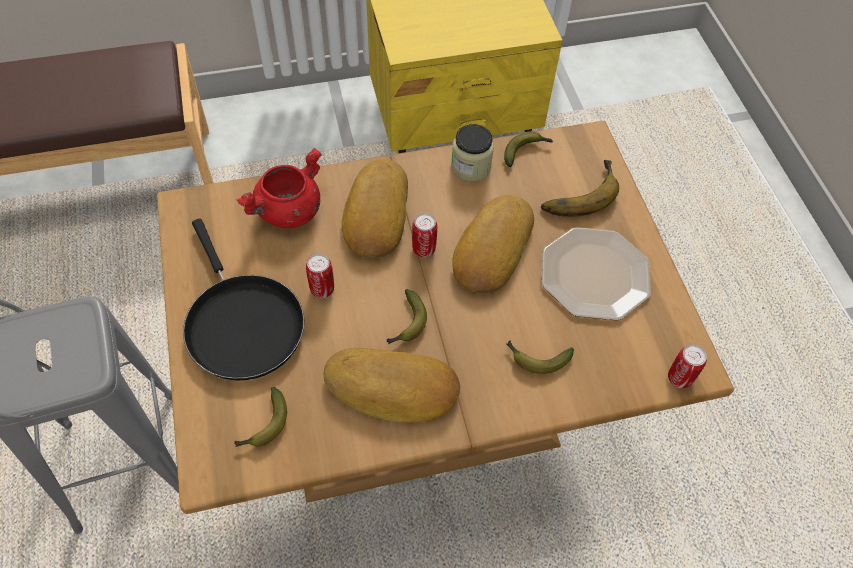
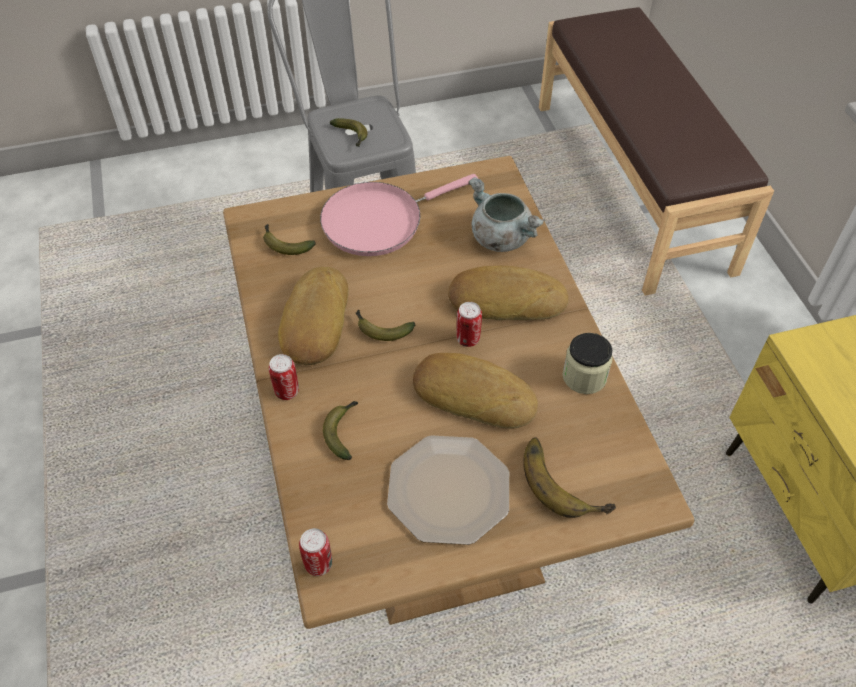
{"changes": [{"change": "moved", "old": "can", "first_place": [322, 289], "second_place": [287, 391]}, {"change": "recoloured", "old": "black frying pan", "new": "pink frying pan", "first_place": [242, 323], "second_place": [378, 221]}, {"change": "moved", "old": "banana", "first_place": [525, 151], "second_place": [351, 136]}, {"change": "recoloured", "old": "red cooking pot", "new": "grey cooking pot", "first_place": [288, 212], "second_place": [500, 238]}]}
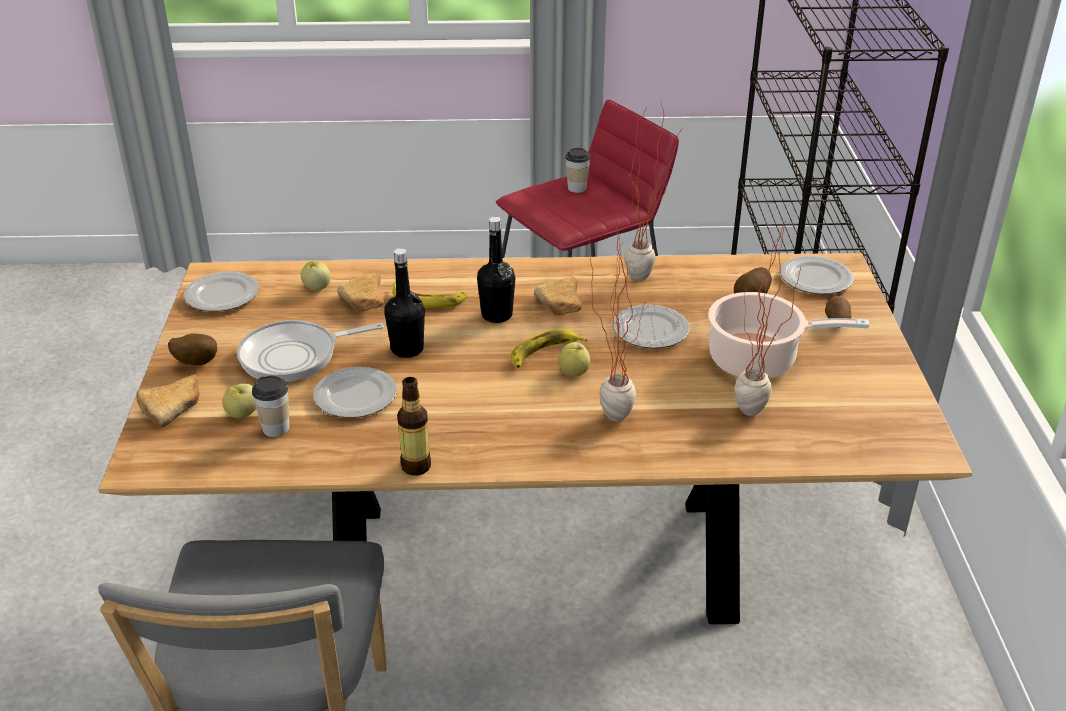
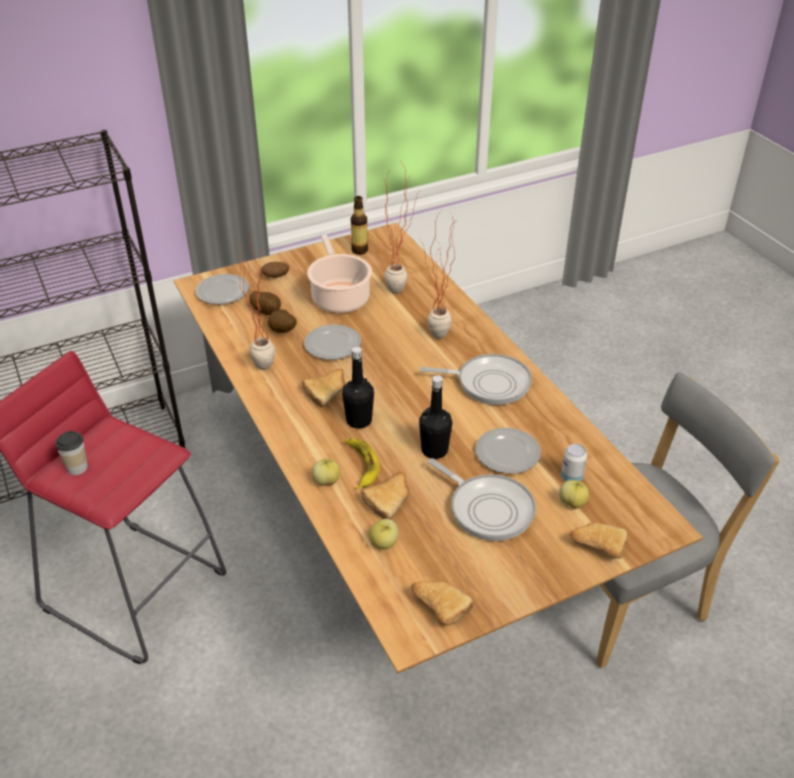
{"changes": [{"change": "moved", "old": "potato", "first_place": [196, 362], "second_place": [282, 332]}, {"change": "moved", "old": "apple", "first_place": [574, 372], "second_place": [326, 481]}, {"change": "moved", "old": "bottle", "first_place": [416, 466], "second_place": [359, 250]}, {"change": "replaced", "old": "plate", "new": "bread", "first_place": [221, 296], "second_place": [439, 606]}, {"change": "added", "new": "frying pan", "second_place": [488, 383]}, {"change": "replaced", "old": "cup", "new": "can", "first_place": [276, 428], "second_place": [571, 477]}, {"change": "removed", "old": "banana", "first_place": [544, 353]}]}
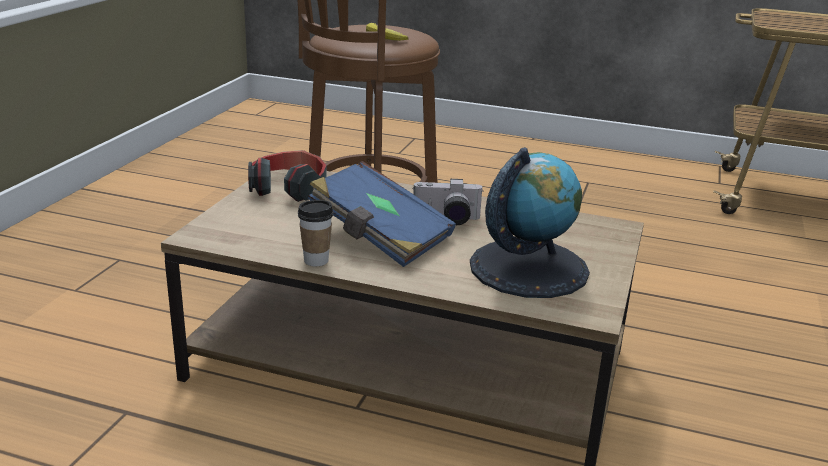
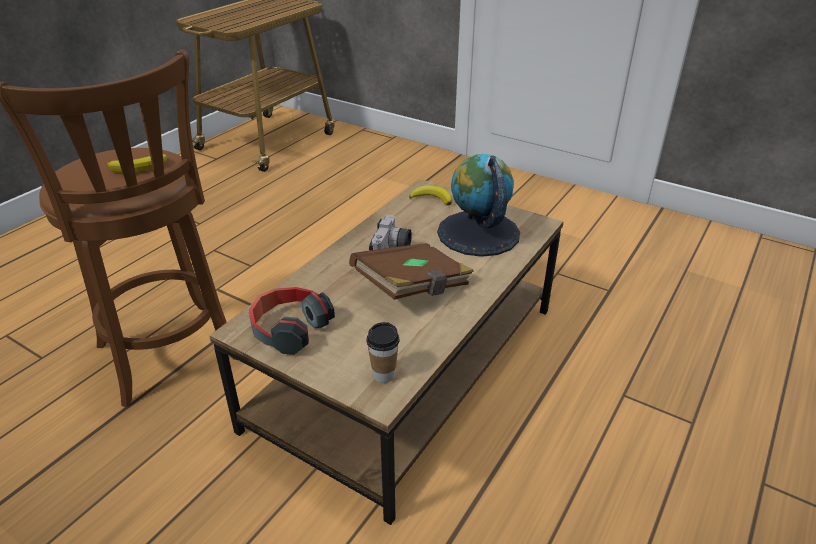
{"changes": [{"change": "recoloured", "old": "blue book", "new": "brown book", "first_place": [380, 237], "second_place": [413, 288]}, {"change": "moved", "old": "cup", "first_place": [316, 260], "second_place": [384, 375]}, {"change": "added", "new": "banana", "second_place": [432, 198]}]}
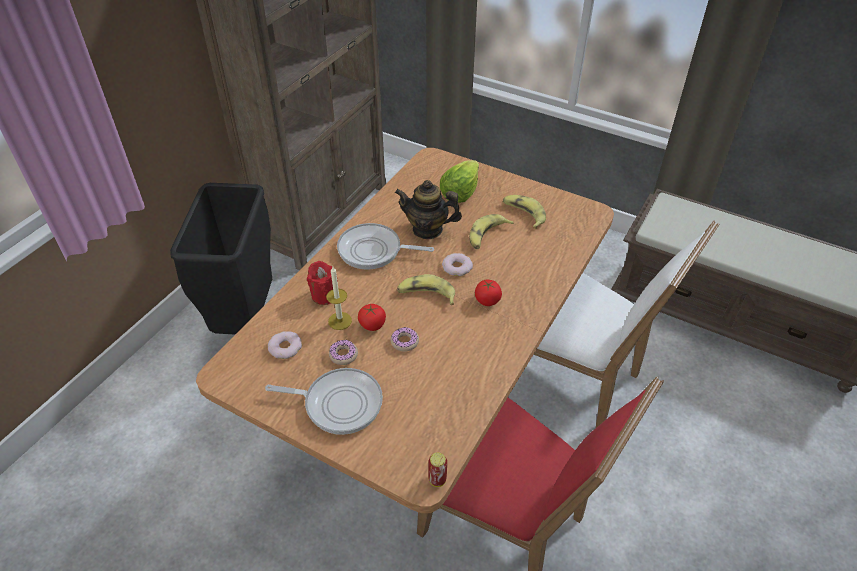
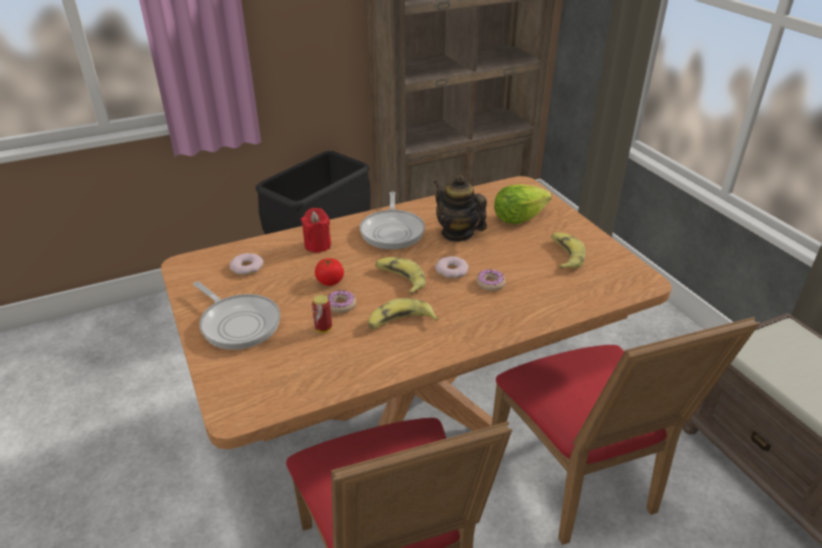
{"changes": [{"change": "moved", "old": "can", "first_place": [437, 479], "second_place": [323, 329]}, {"change": "turned", "old": "frying pan", "first_place": [373, 251], "second_place": [392, 231], "degrees": -135}, {"change": "moved", "old": "banana", "first_place": [487, 236], "second_place": [400, 322]}, {"change": "moved", "old": "donut", "first_place": [343, 355], "second_place": [490, 284]}, {"change": "recoloured", "old": "white chair", "new": "red chair", "first_place": [578, 380], "second_place": [579, 482]}, {"change": "removed", "old": "candle", "first_place": [340, 321]}, {"change": "removed", "old": "tomato", "first_place": [487, 300]}]}
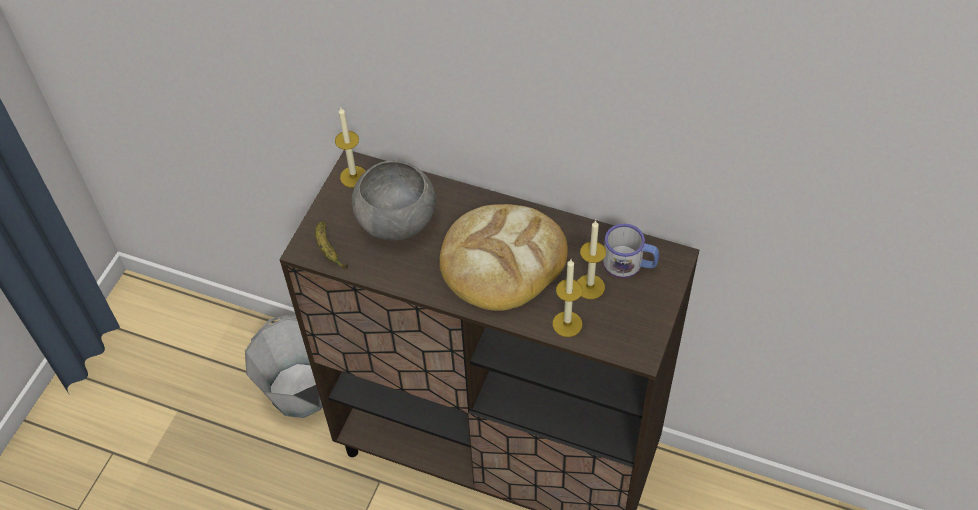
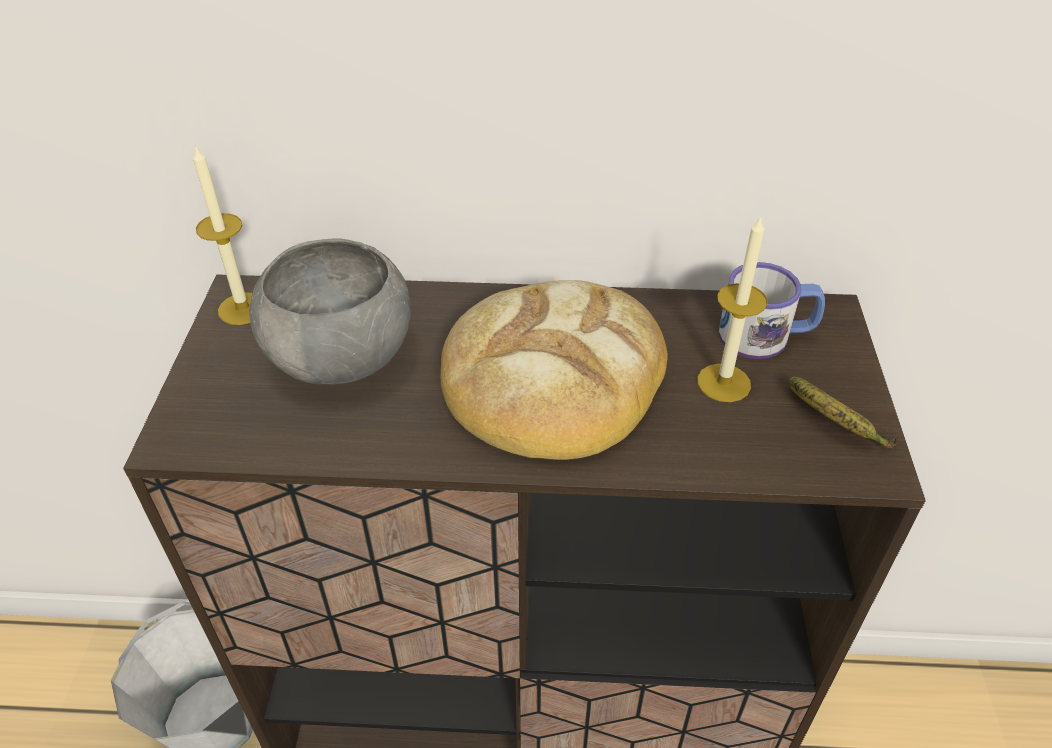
{"changes": [{"change": "moved", "old": "banana", "first_place": [329, 250], "second_place": [833, 424]}, {"change": "removed", "old": "candle", "first_place": [567, 324]}]}
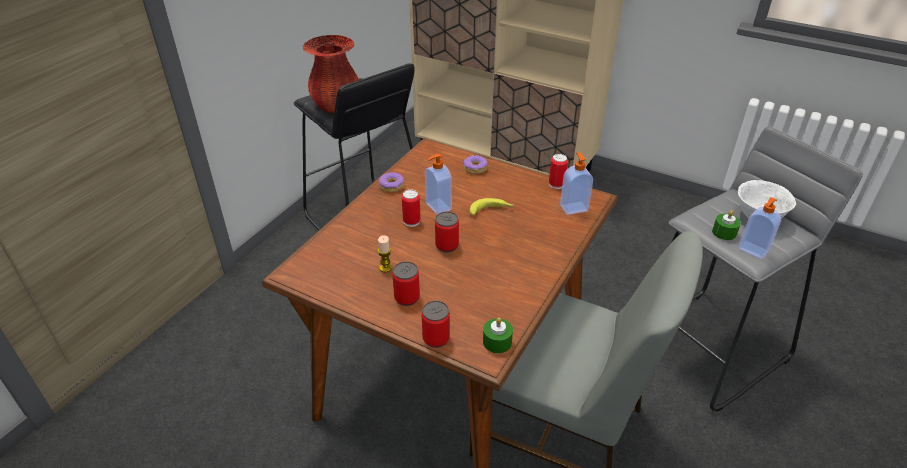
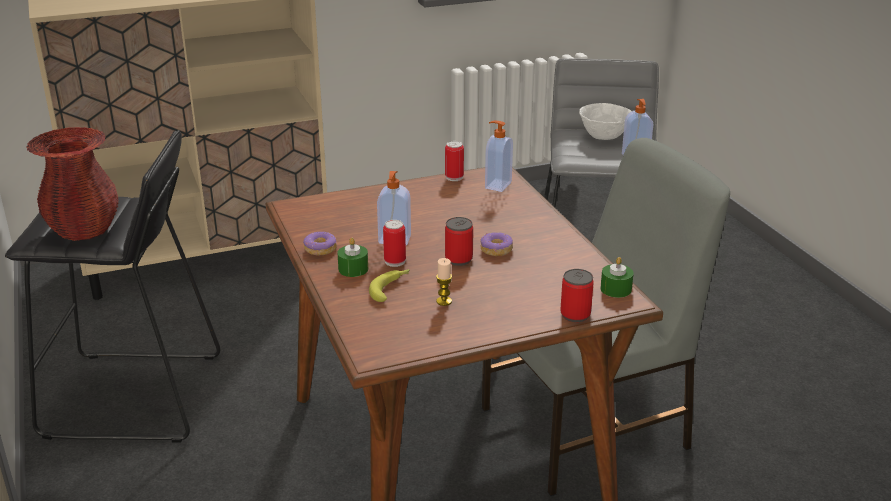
{"changes": [{"change": "moved", "old": "green candle", "first_place": [724, 232], "second_place": [353, 269]}, {"change": "moved", "old": "banana", "first_place": [491, 210], "second_place": [391, 288]}, {"change": "moved", "old": "donut", "first_place": [475, 168], "second_place": [496, 250]}, {"change": "removed", "old": "can", "first_place": [407, 297]}]}
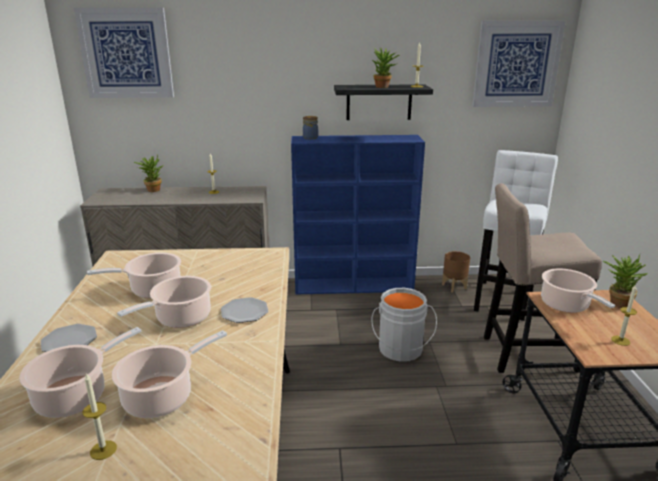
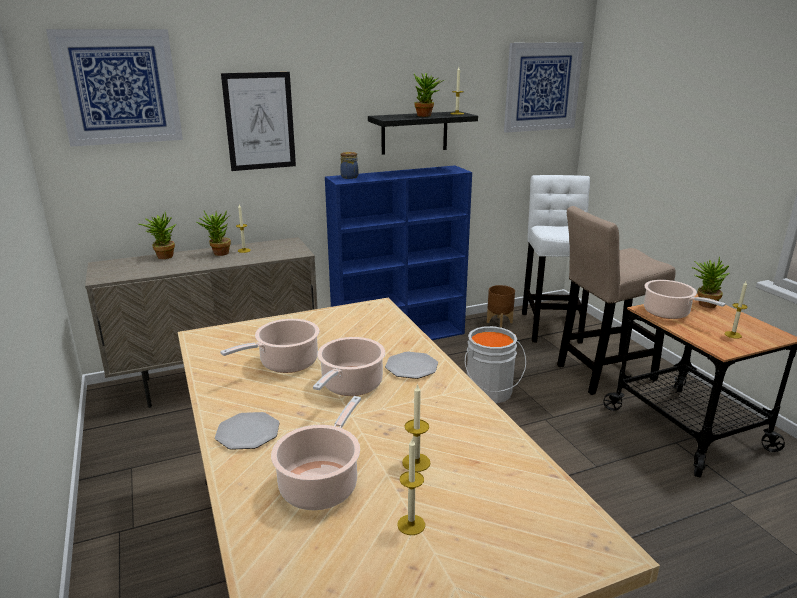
{"changes": [{"change": "added", "new": "potted plant", "second_place": [218, 254]}, {"change": "added", "new": "picture", "second_place": [259, 121]}, {"change": "replaced", "old": "cooking pot", "new": "candle", "first_place": [162, 396], "second_place": [416, 462]}]}
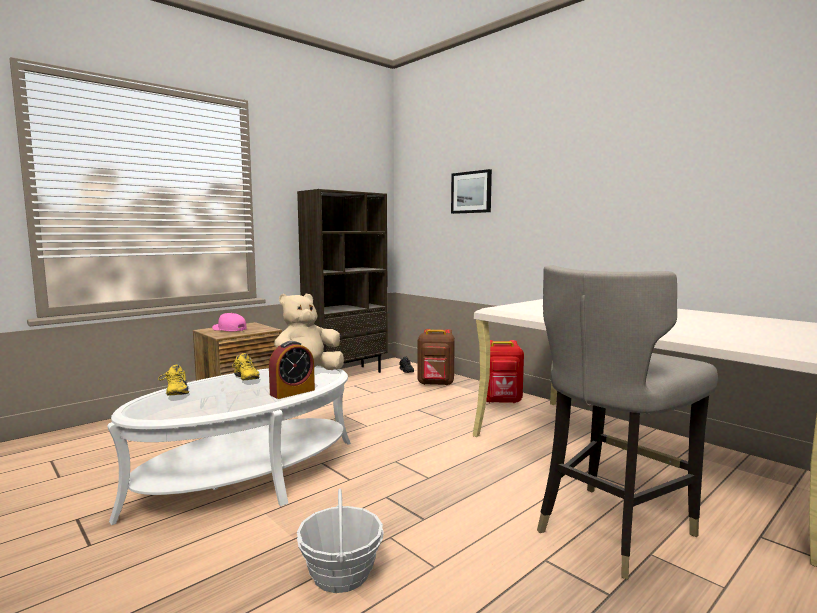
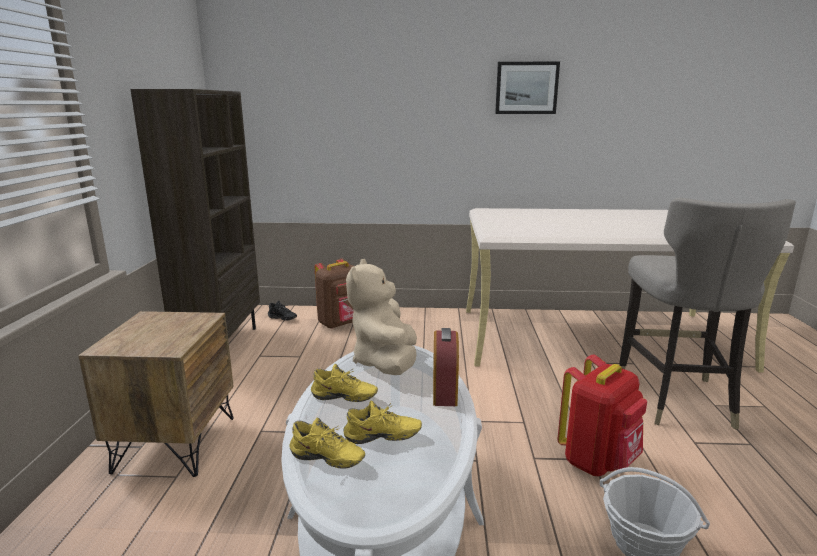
{"changes": [{"change": "added", "new": "yellow shoe", "second_place": [382, 439]}, {"change": "moved", "old": "picture", "first_place": [471, 192], "second_place": [526, 88]}, {"change": "moved", "old": "red backpack", "first_place": [501, 401], "second_place": [597, 461]}, {"change": "removed", "old": "pink cap", "first_place": [229, 329]}]}
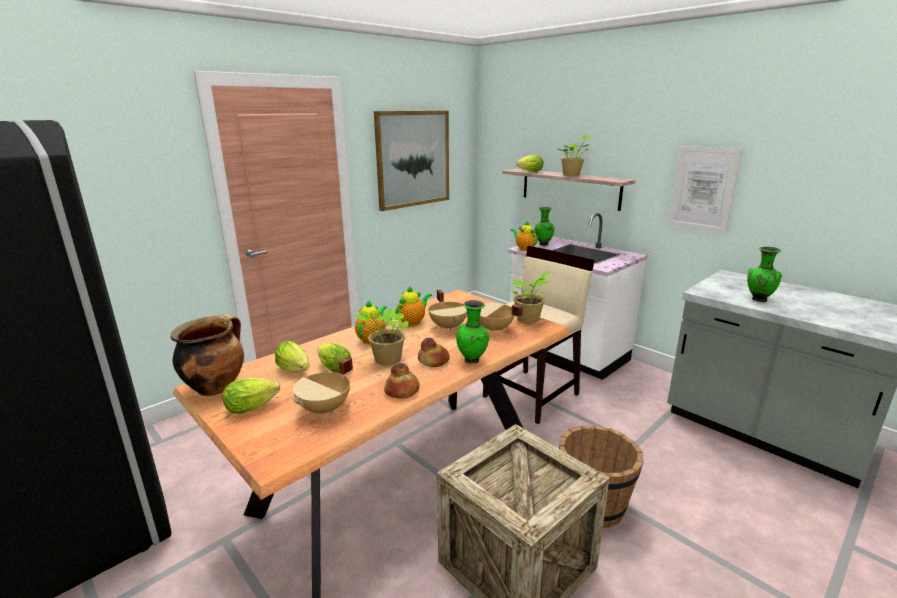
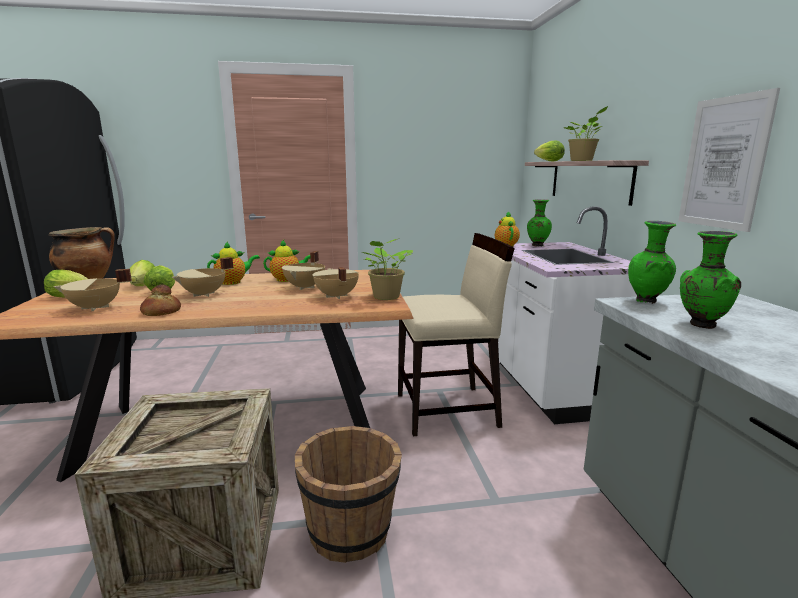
{"changes": [{"change": "replaced", "old": "potted plant", "new": "beige cooking pot", "first_place": [386, 360], "second_place": [204, 294]}, {"change": "moved", "old": "green vase", "first_place": [473, 361], "second_place": [647, 301]}, {"change": "removed", "old": "picture", "first_place": [413, 159]}, {"change": "removed", "old": "bread", "first_place": [433, 360]}]}
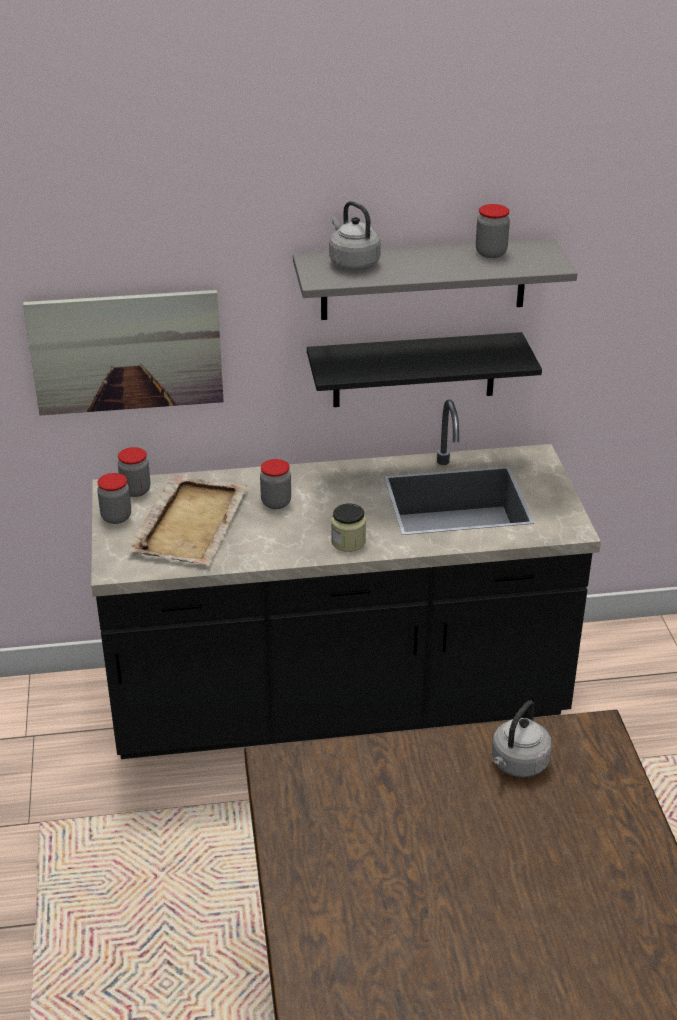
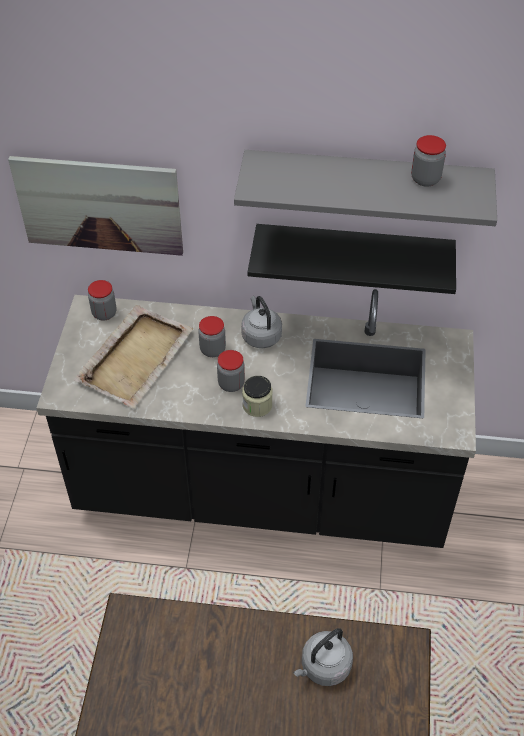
{"changes": [{"change": "moved", "old": "jar", "first_place": [116, 517], "second_place": [231, 384]}, {"change": "moved", "old": "grey kettle", "first_place": [352, 262], "second_place": [260, 335]}]}
